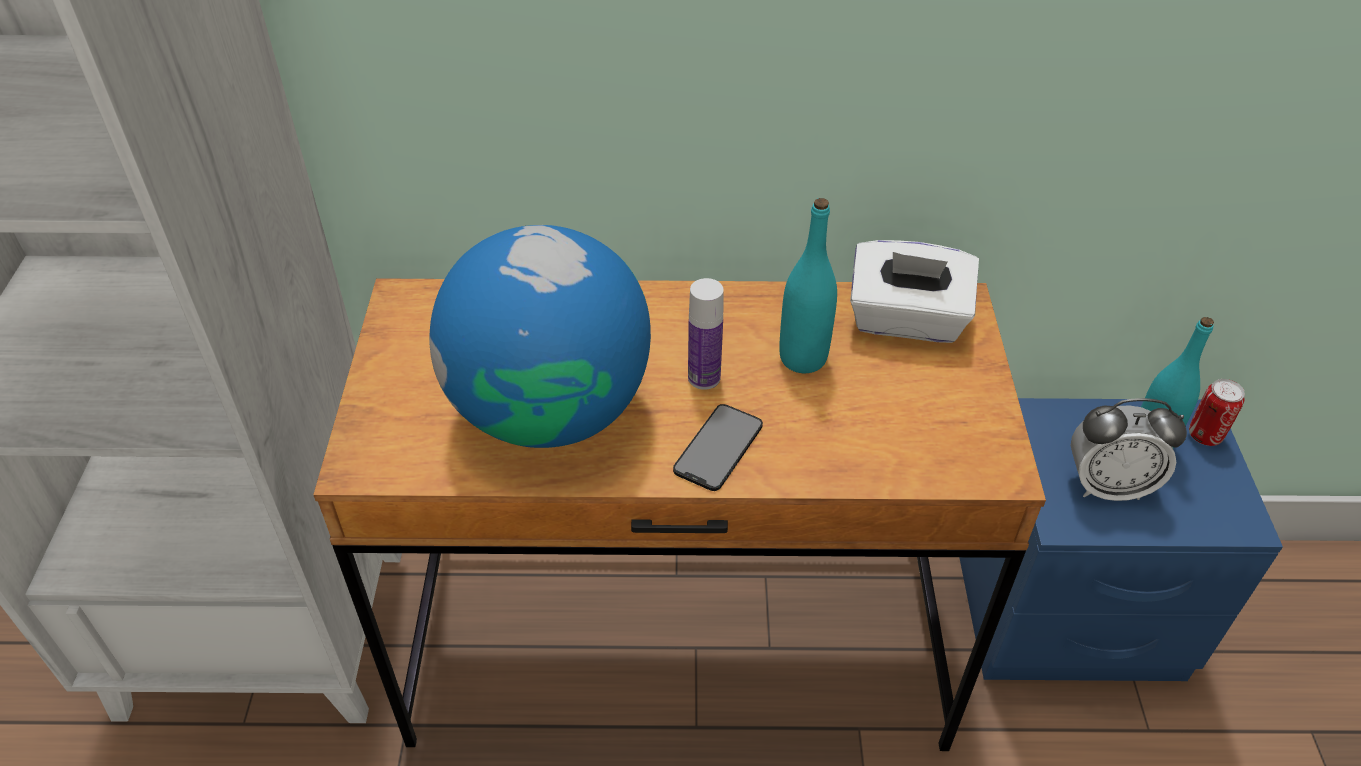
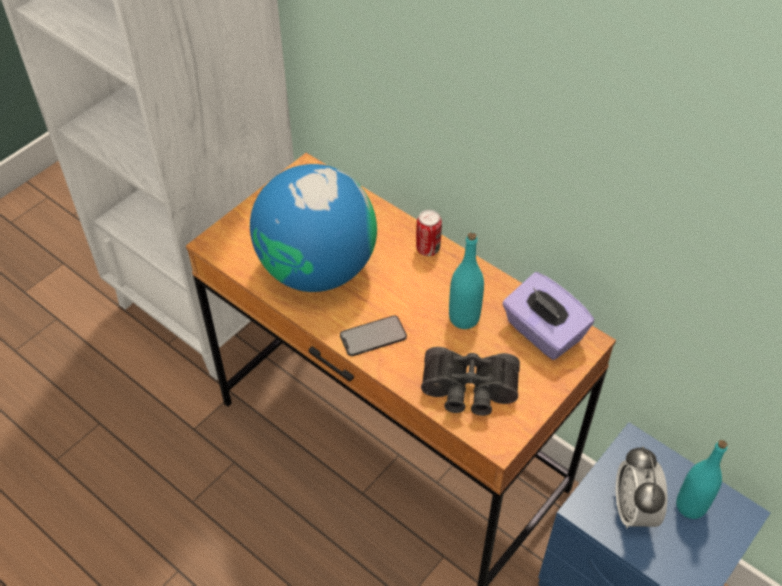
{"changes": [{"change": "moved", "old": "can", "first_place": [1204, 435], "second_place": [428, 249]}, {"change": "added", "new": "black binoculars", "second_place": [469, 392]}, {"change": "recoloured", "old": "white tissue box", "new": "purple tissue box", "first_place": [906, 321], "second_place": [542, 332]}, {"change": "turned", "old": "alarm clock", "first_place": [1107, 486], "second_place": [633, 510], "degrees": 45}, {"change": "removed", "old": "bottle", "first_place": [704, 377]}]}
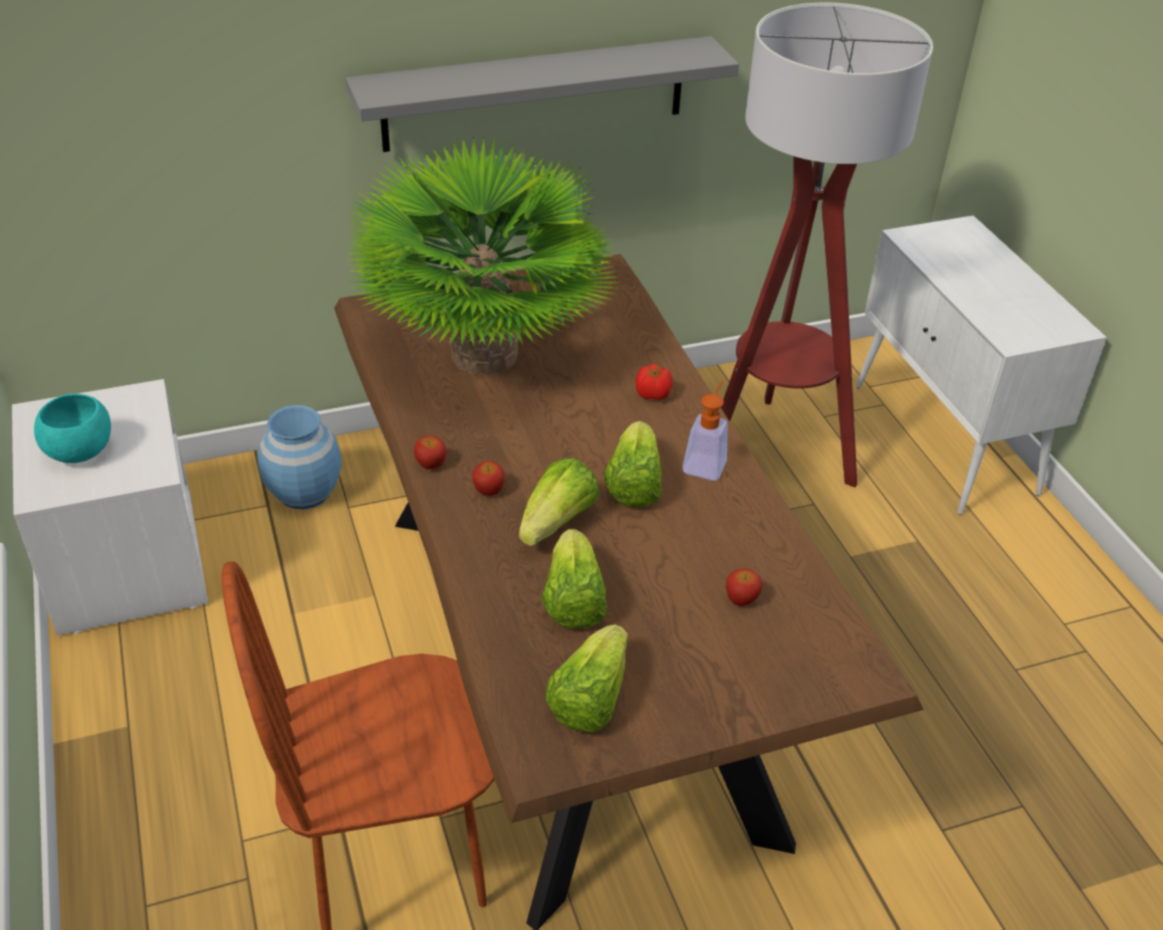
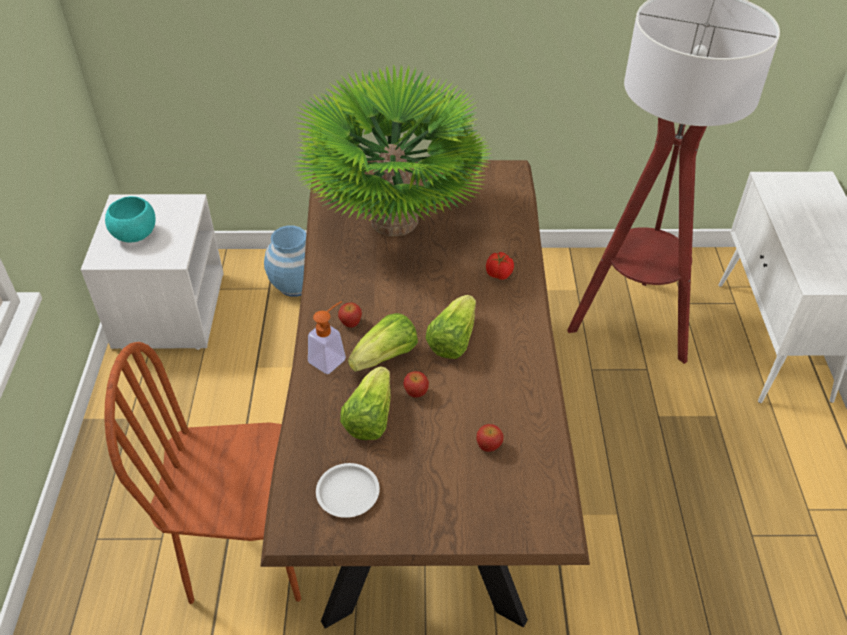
{"changes": [{"change": "moved", "old": "soap dispenser", "first_place": [706, 462], "second_place": [331, 357]}, {"change": "replaced", "old": "lettuce", "new": "white plate", "first_place": [589, 699], "second_place": [347, 493]}, {"change": "moved", "old": "apple", "first_place": [430, 464], "second_place": [416, 392]}, {"change": "removed", "old": "grey shelf", "first_place": [535, 94]}]}
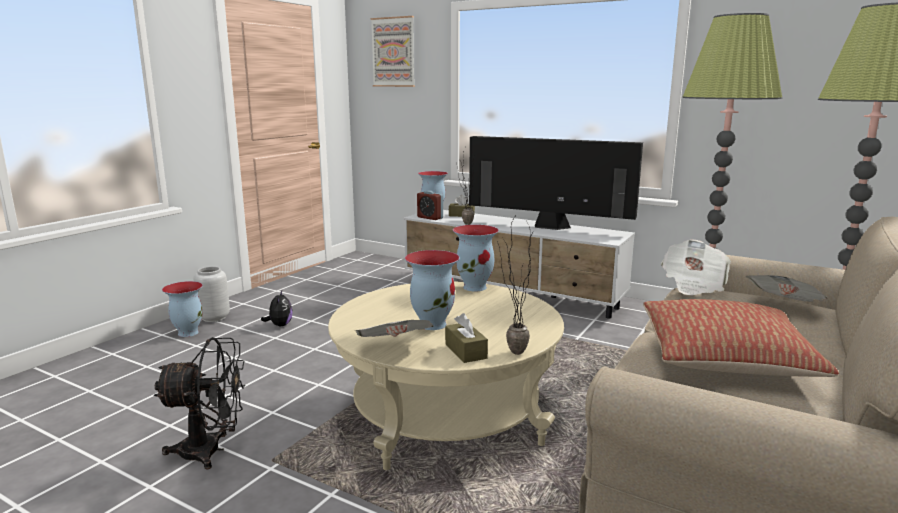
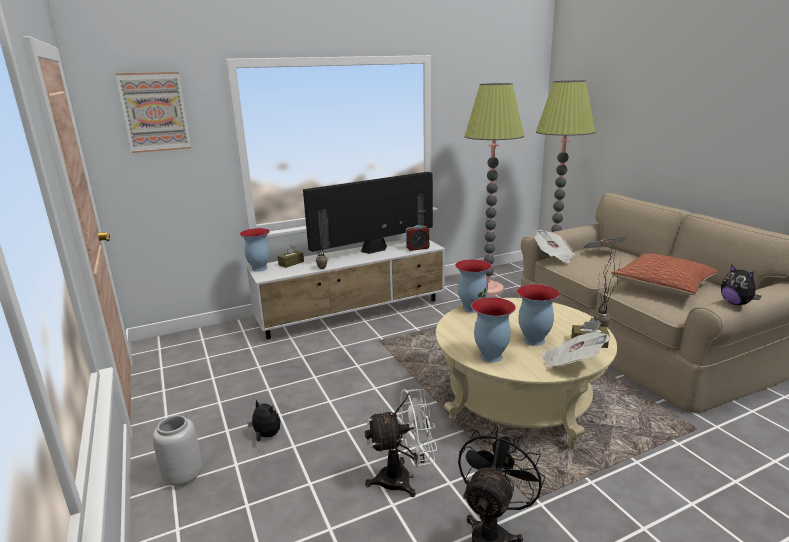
{"changes": [{"change": "added", "new": "white fan", "second_place": [403, 479]}, {"change": "moved", "old": "alarm clock", "first_place": [430, 218], "second_place": [417, 248]}, {"change": "moved", "old": "vase", "first_place": [187, 333], "second_place": [490, 356]}, {"change": "added", "new": "plush toy", "second_place": [736, 303]}]}
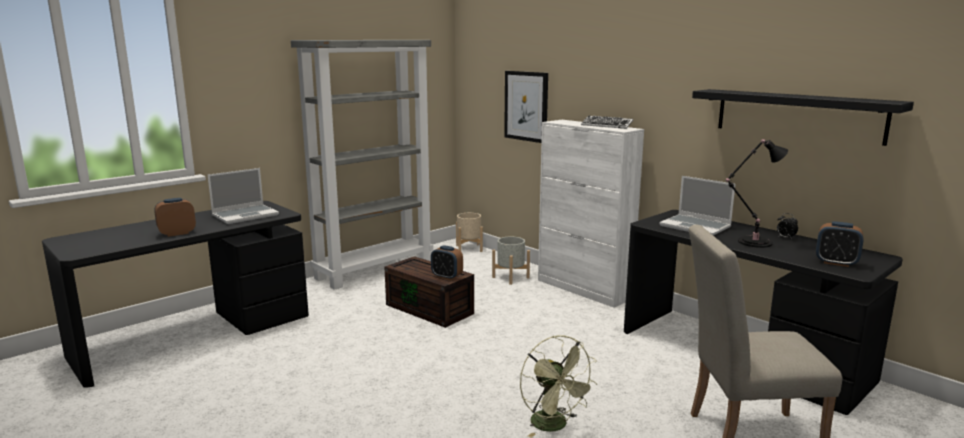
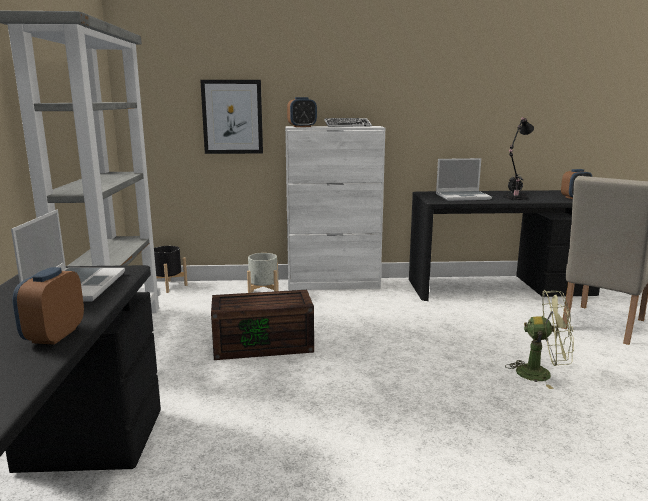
{"changes": [{"change": "recoloured", "old": "beige planter", "new": "black planter", "first_place": [469, 248], "second_place": [168, 286]}, {"change": "moved", "old": "alarm clock", "first_place": [447, 276], "second_place": [302, 126]}, {"change": "removed", "old": "black shelf", "first_place": [798, 115]}]}
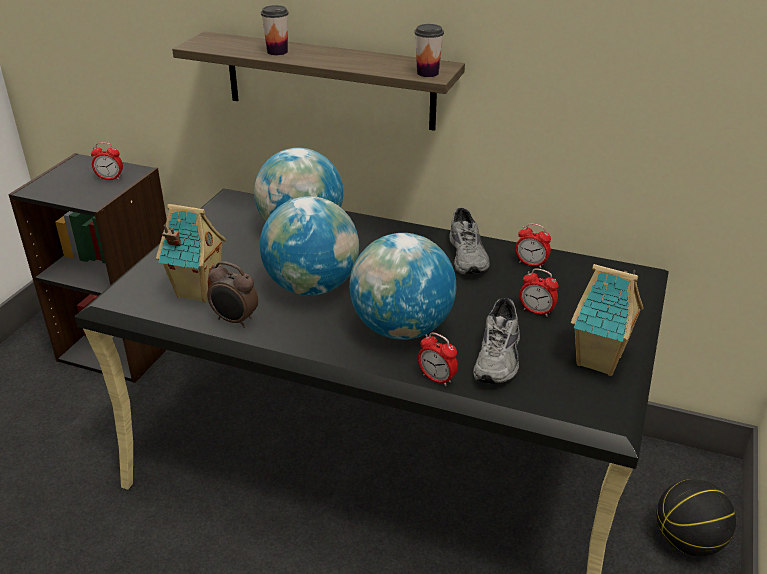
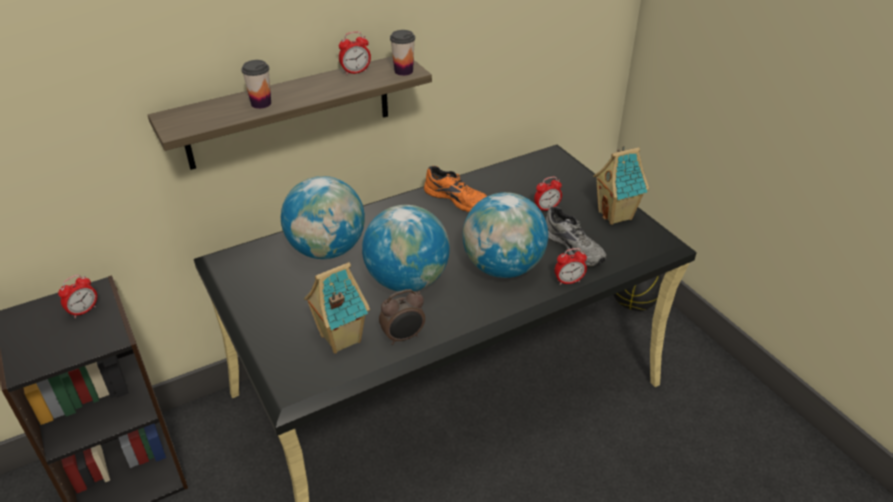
{"changes": [{"change": "moved", "old": "alarm clock", "first_place": [531, 264], "second_place": [355, 72]}, {"change": "recoloured", "old": "grey shoe", "new": "orange shoe", "first_place": [469, 256], "second_place": [458, 198]}]}
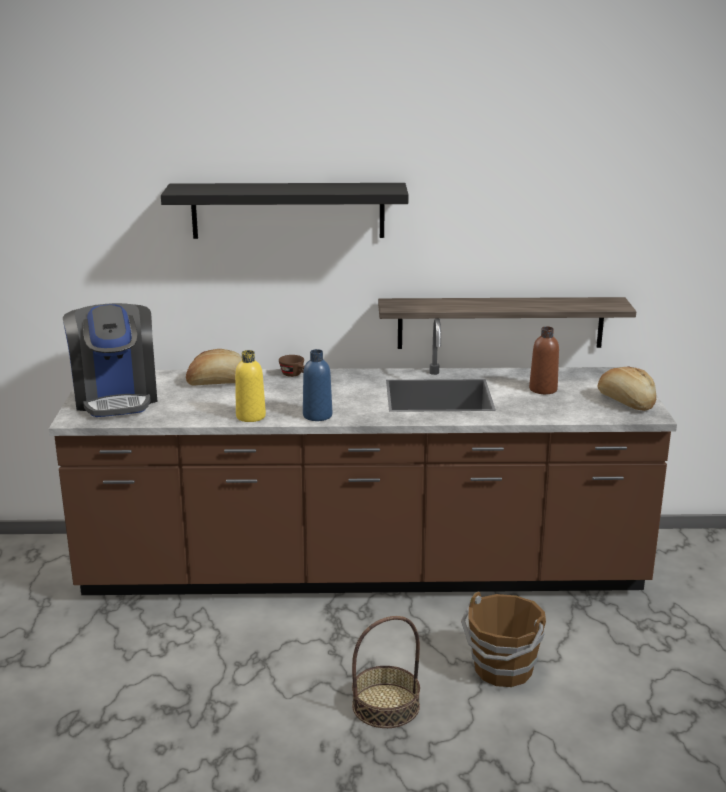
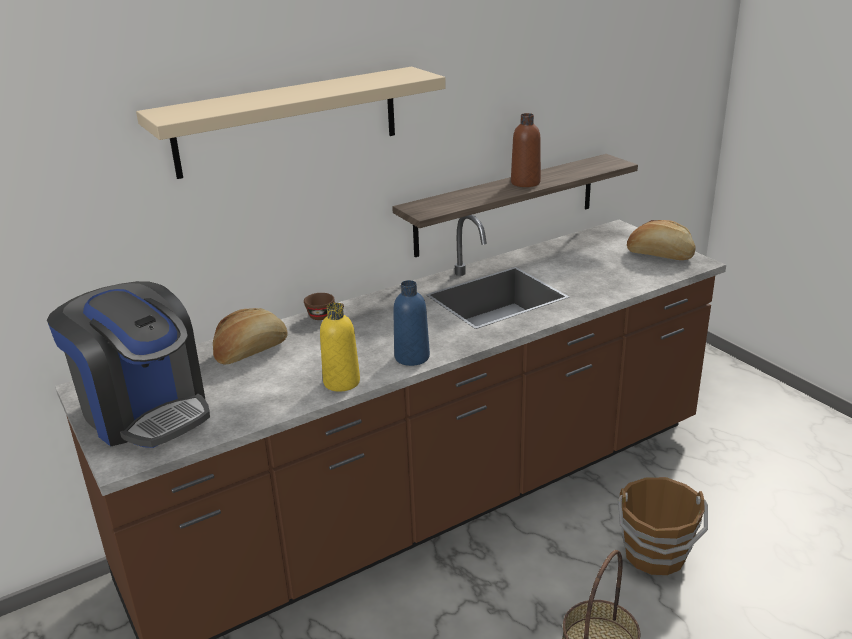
{"changes": [{"change": "recoloured", "old": "black shelf", "new": "beige shelf", "first_place": [288, 210], "second_place": [288, 121]}, {"change": "moved", "old": "brown bottle", "first_place": [543, 389], "second_place": [525, 183]}]}
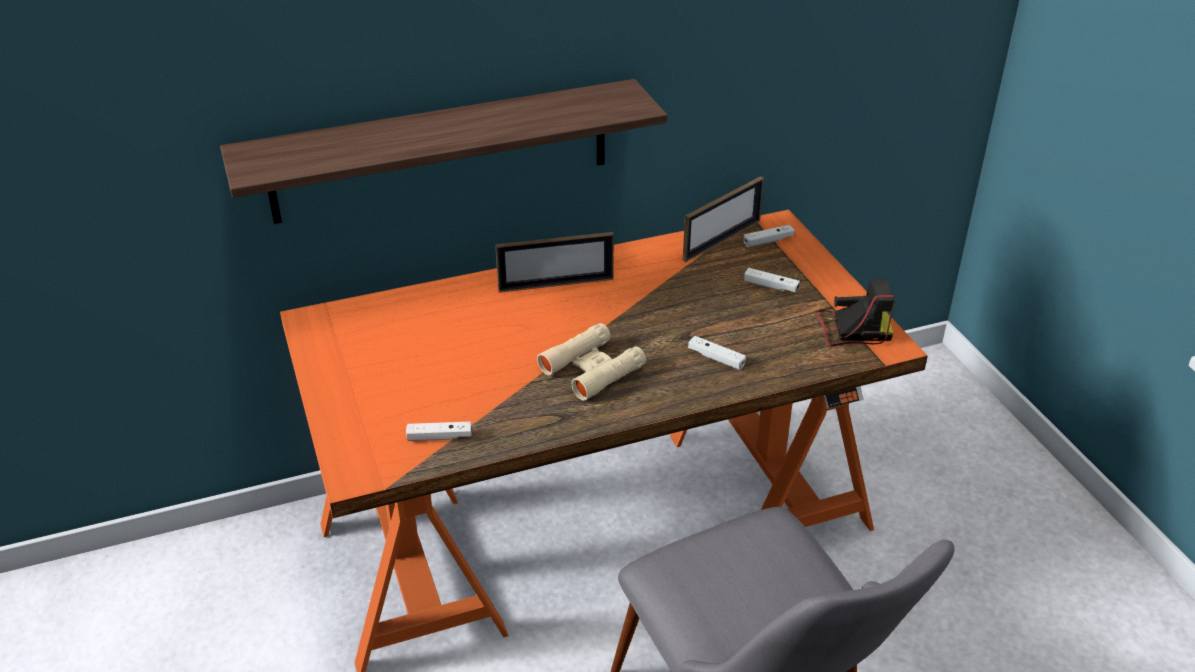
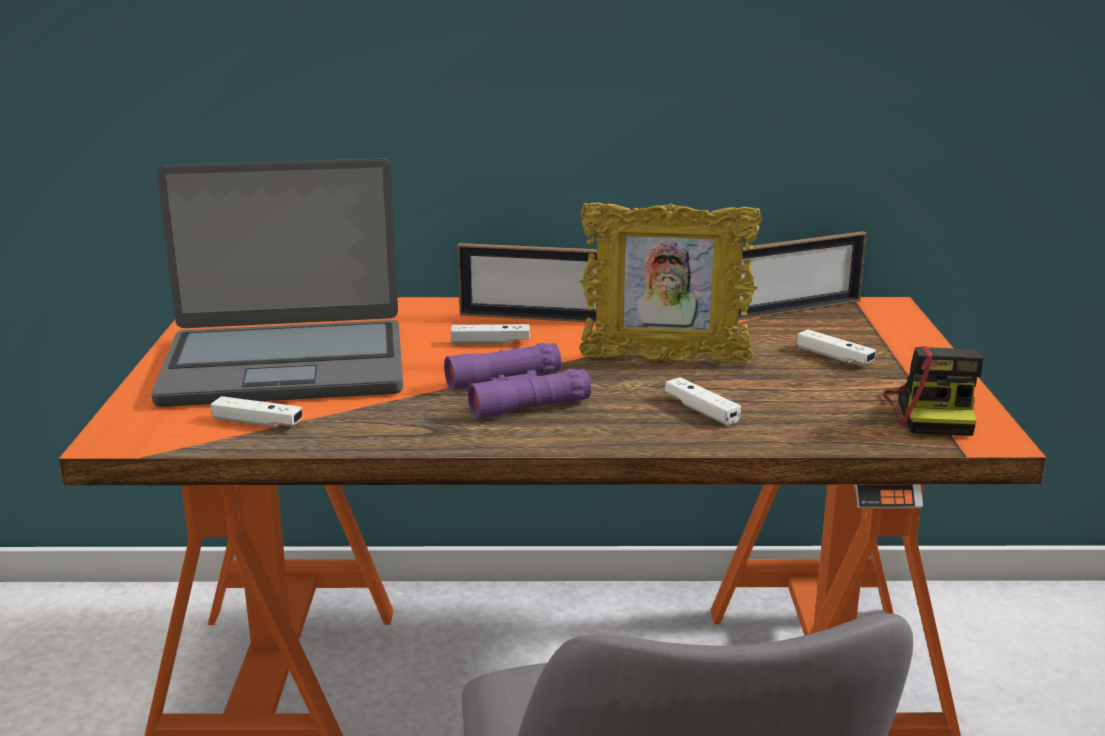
{"changes": [{"change": "added", "new": "laptop", "second_place": [285, 365]}, {"change": "recoloured", "old": "beige binoculars", "new": "purple binoculars", "first_place": [592, 369], "second_place": [516, 394]}, {"change": "moved", "old": "white game controller", "first_place": [768, 241], "second_place": [490, 342]}, {"change": "added", "new": "picture frame", "second_place": [664, 361]}, {"change": "turned", "old": "photo camera", "first_place": [852, 329], "second_place": [933, 413], "degrees": 75}, {"change": "removed", "old": "shelf", "first_place": [441, 151]}]}
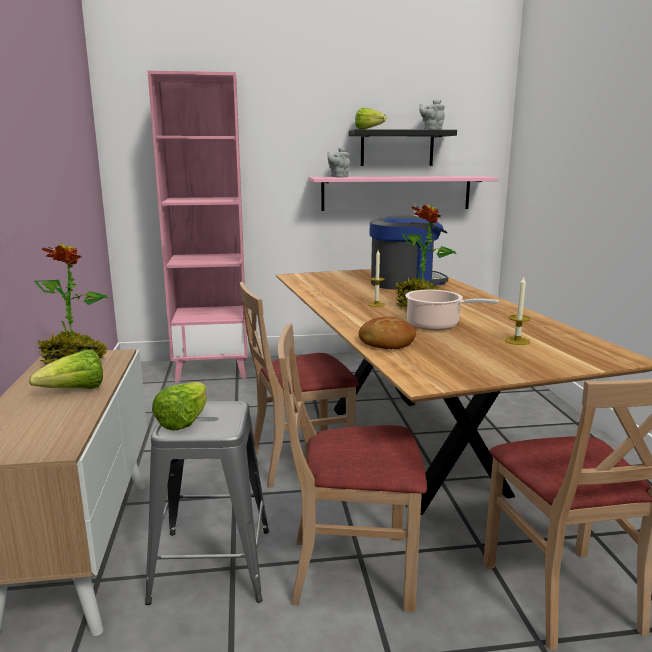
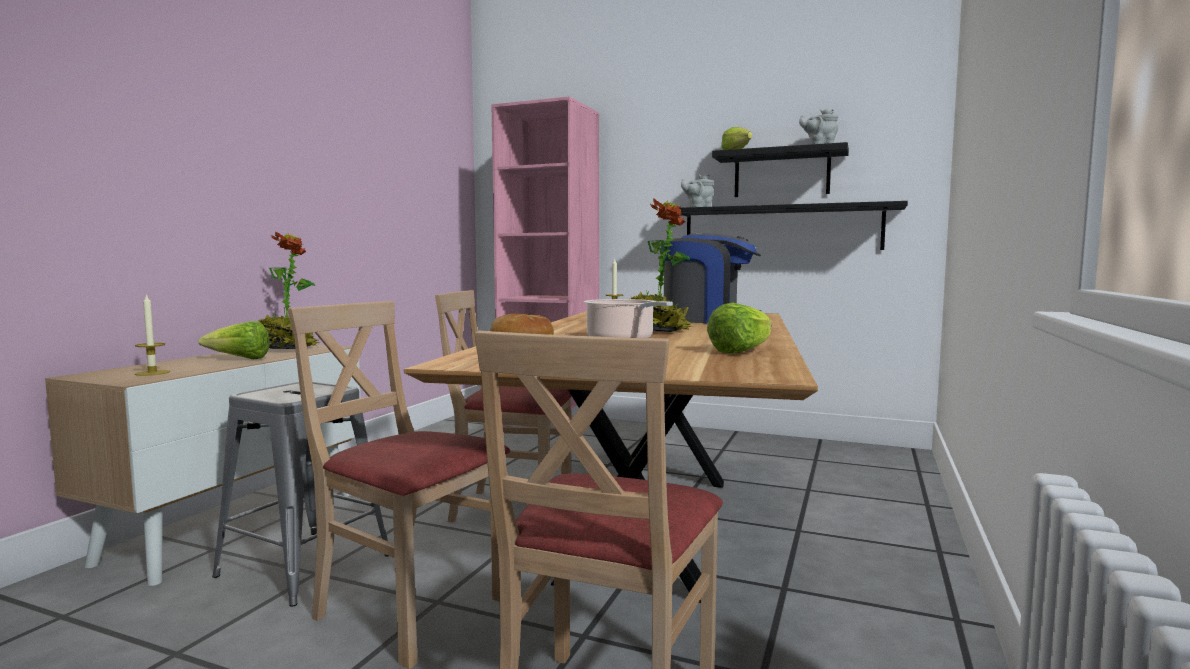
{"changes": [{"change": "moved", "old": "candle", "first_place": [517, 341], "second_place": [152, 373]}, {"change": "recoloured", "old": "pink shelf", "new": "black shelf", "first_place": [396, 193], "second_place": [780, 229]}, {"change": "moved", "old": "lettuce", "first_place": [184, 421], "second_place": [741, 351]}]}
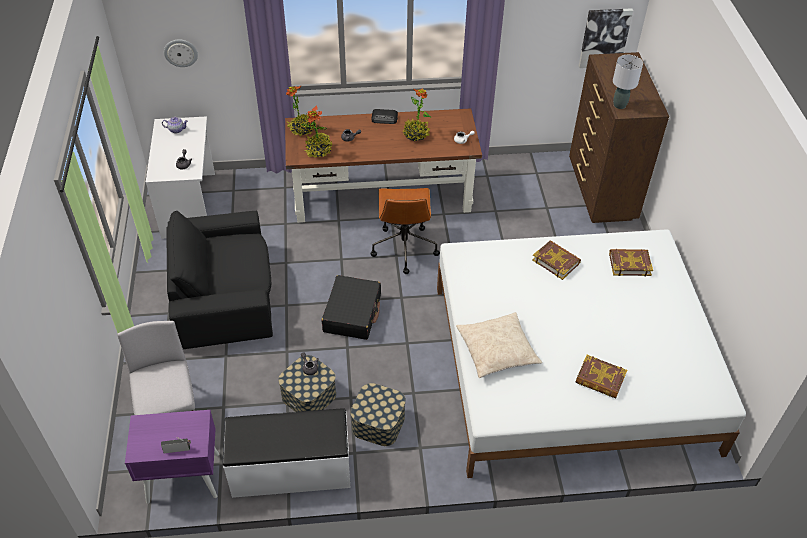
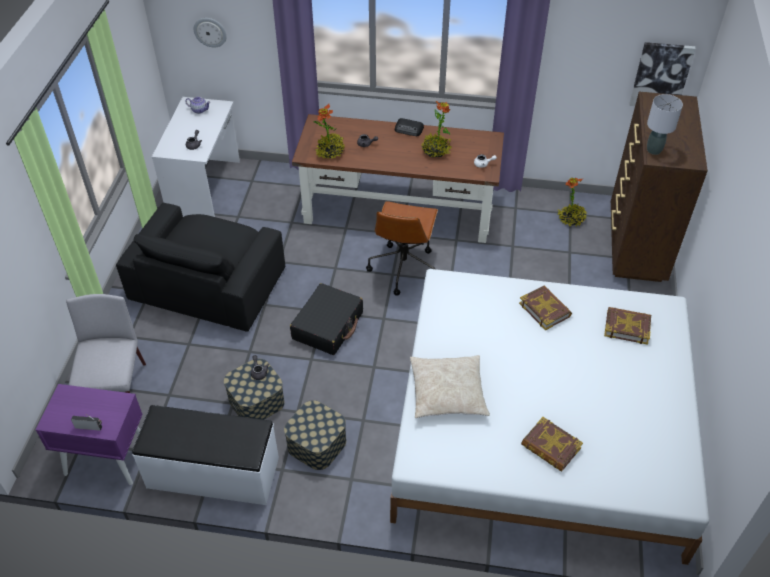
{"changes": [{"change": "turned", "old": "black armchair", "first_place": [224, 294], "second_place": [208, 283], "degrees": -75}, {"change": "moved", "old": "potted plant", "first_place": [302, 129], "second_place": [571, 219]}]}
